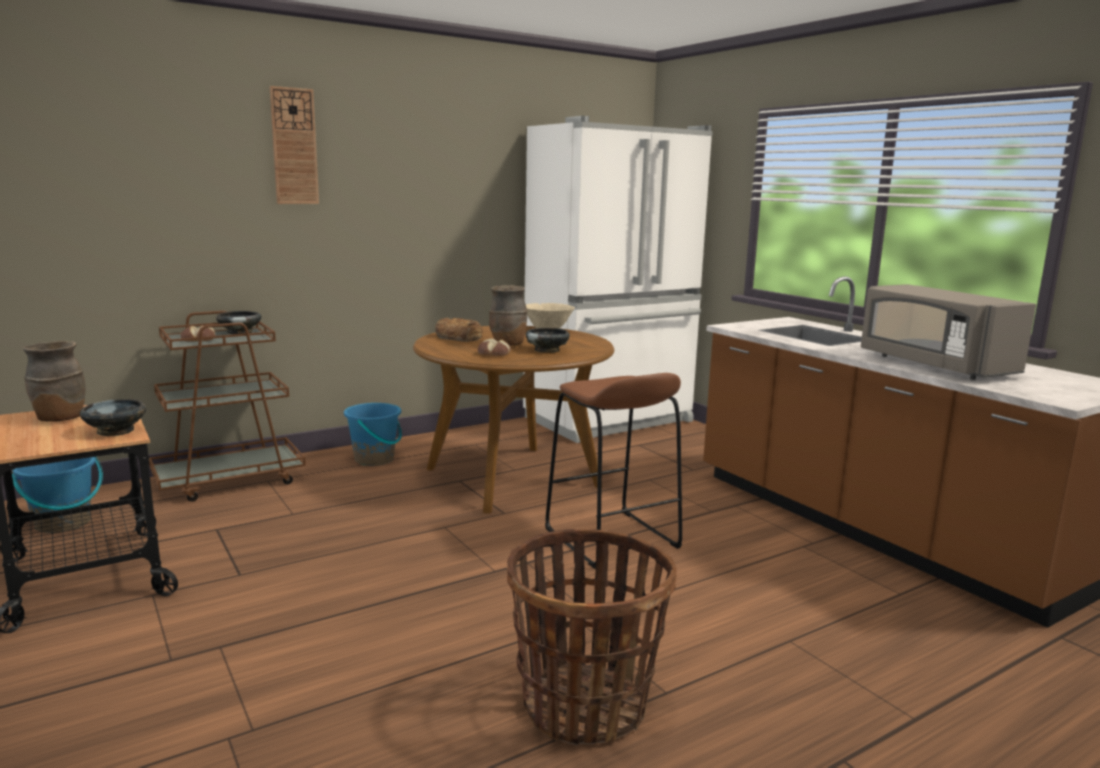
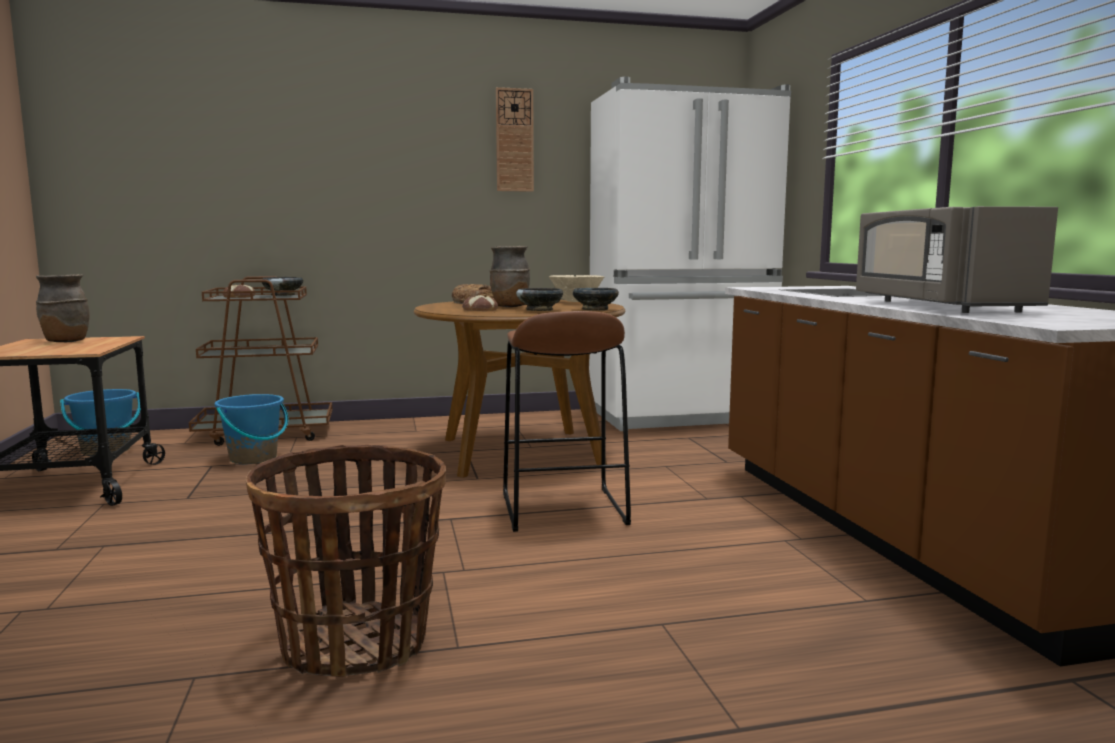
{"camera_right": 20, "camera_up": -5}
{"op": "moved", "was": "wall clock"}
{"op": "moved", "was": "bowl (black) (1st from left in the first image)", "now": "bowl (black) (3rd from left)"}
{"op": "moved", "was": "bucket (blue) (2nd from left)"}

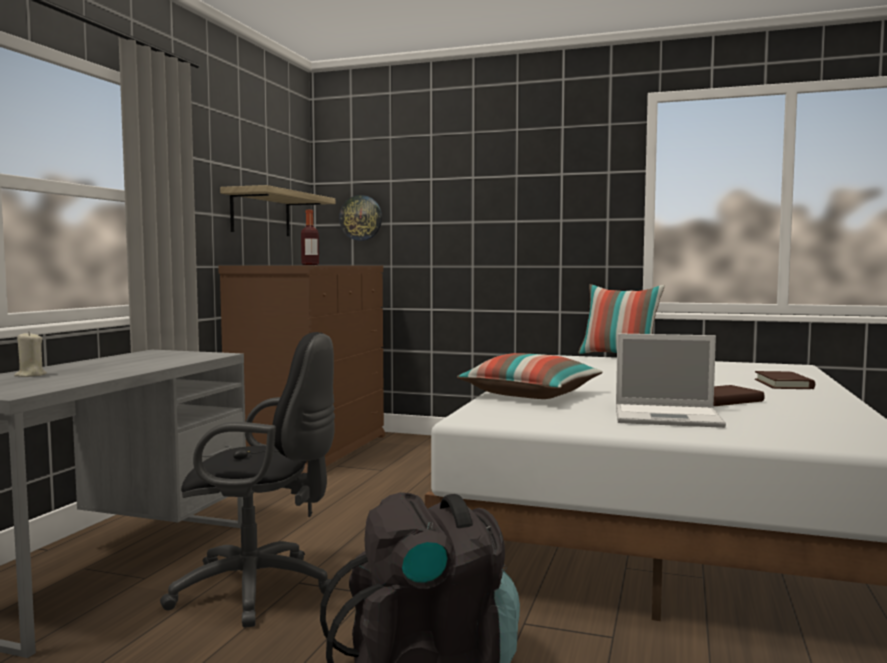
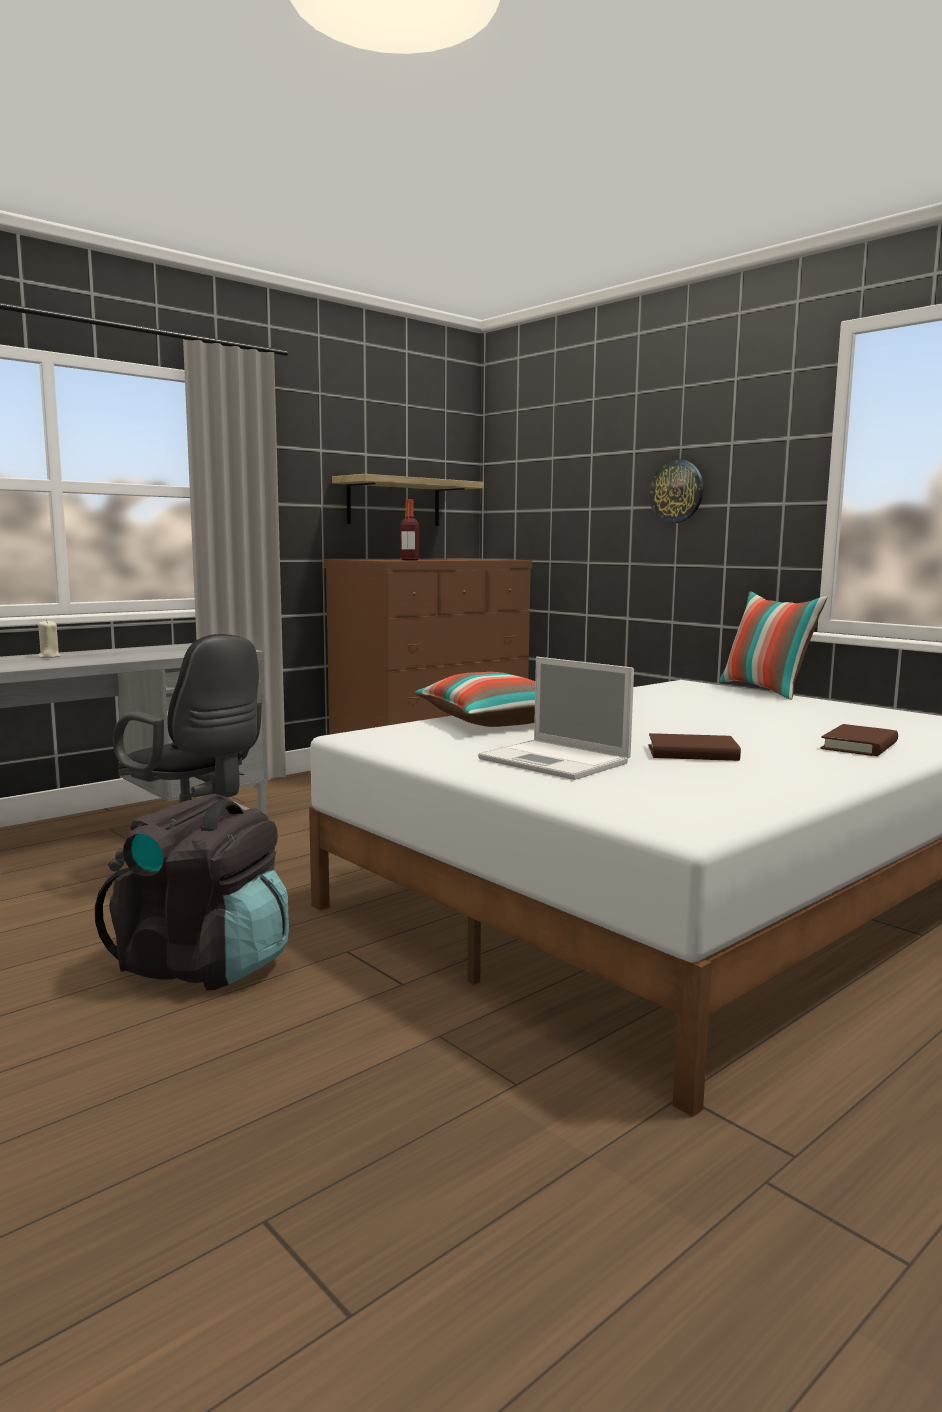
{"camera_right": 30, "camera_up": 5}
{"op": "moved", "was": "wall clock"}

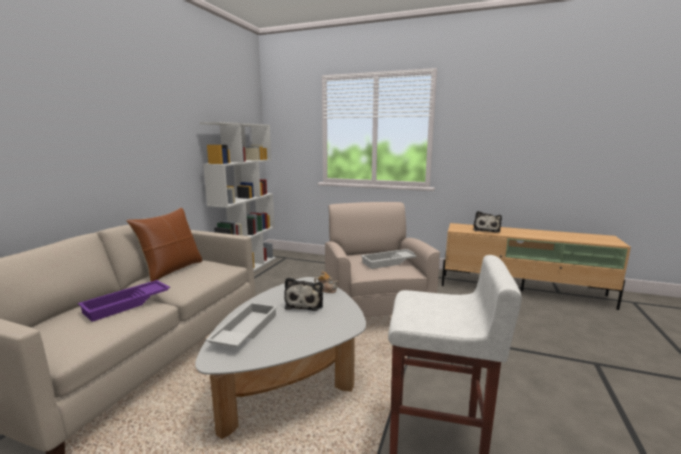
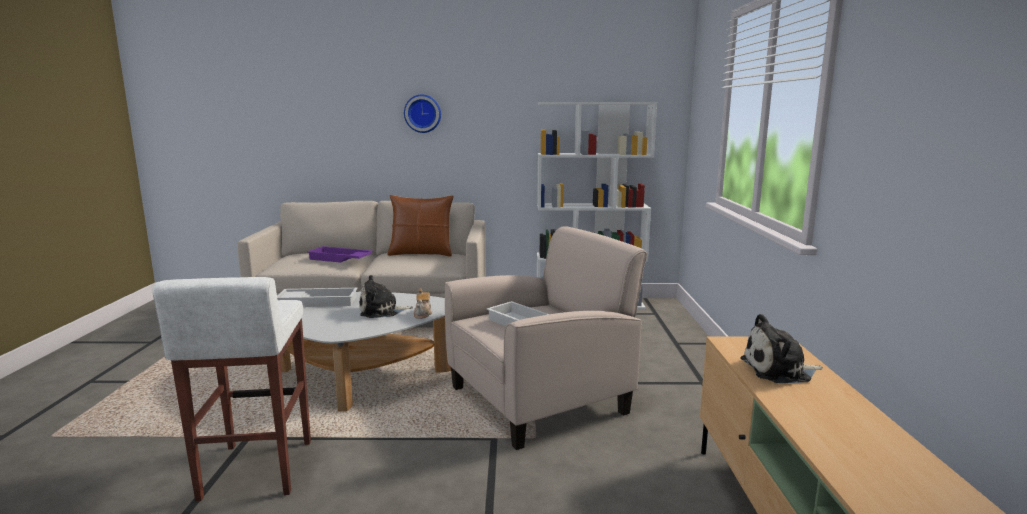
{"camera_right": 70, "camera_up": 0}
{"op": "added", "now": "wall clock"}

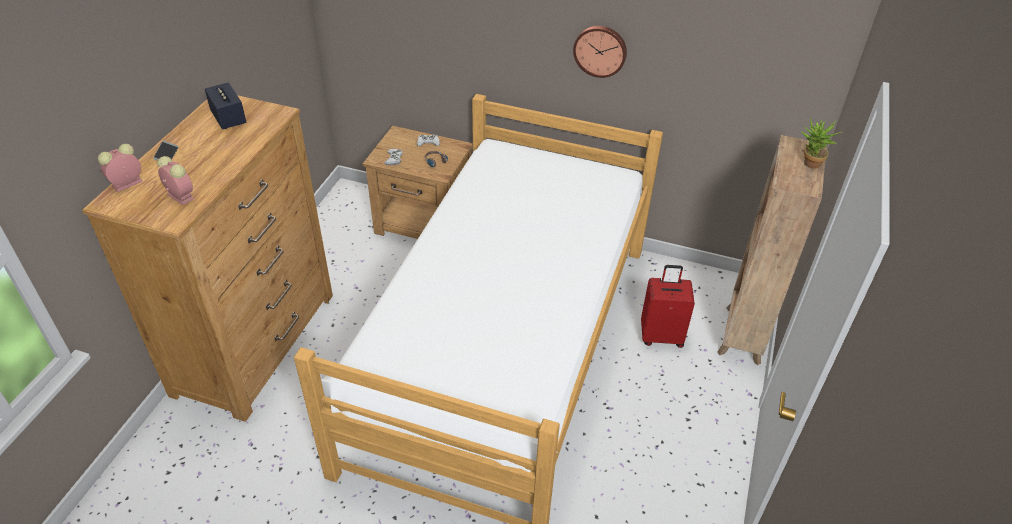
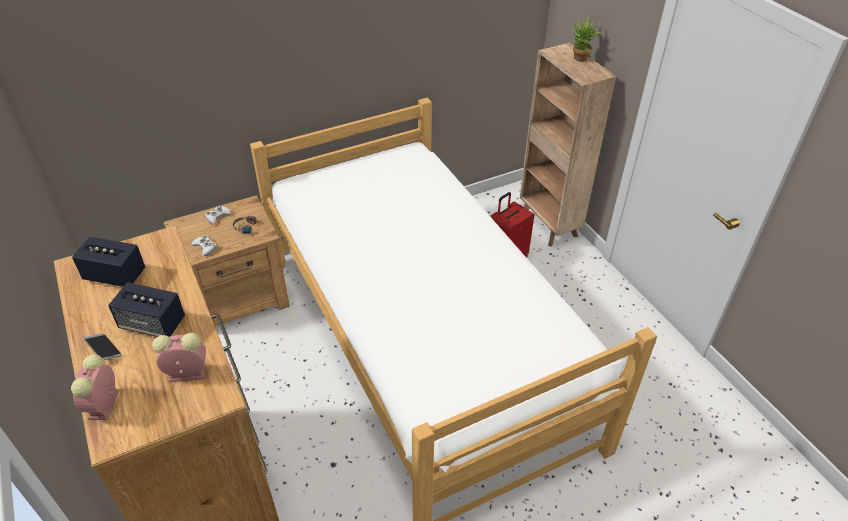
{"camera_right": -45, "camera_up": 0}
{"op": "removed", "was": "wall clock"}
{"op": "added", "now": "speaker (2nd from left)"}

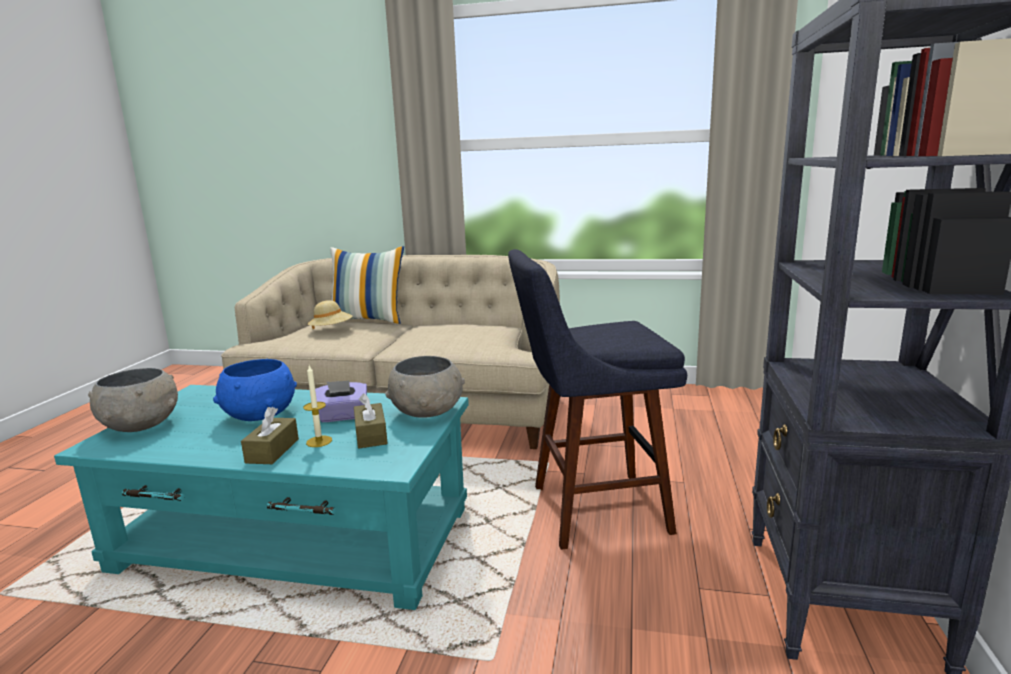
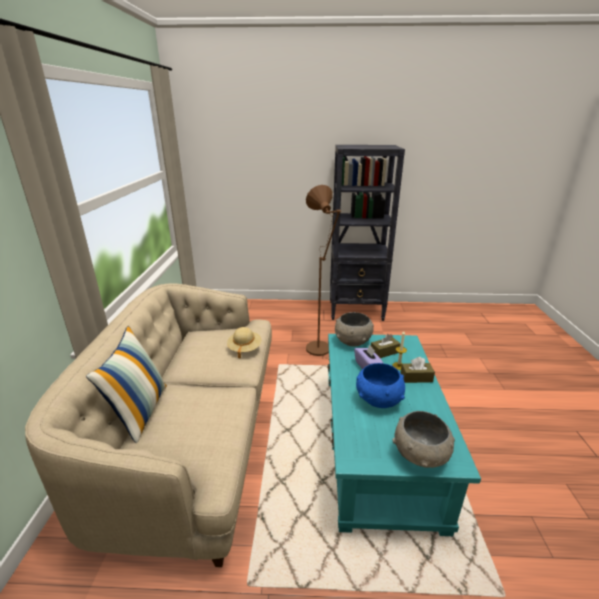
{"camera_right": -100, "camera_up": 10}
{"op": "replaced", "was": "stool (blue)", "now": "floor lamp (brown)"}
{"op": "moved", "was": "hat (beige)"}

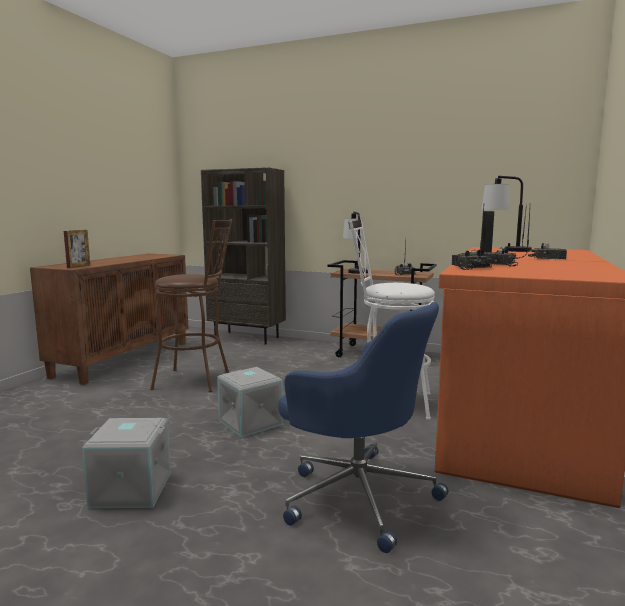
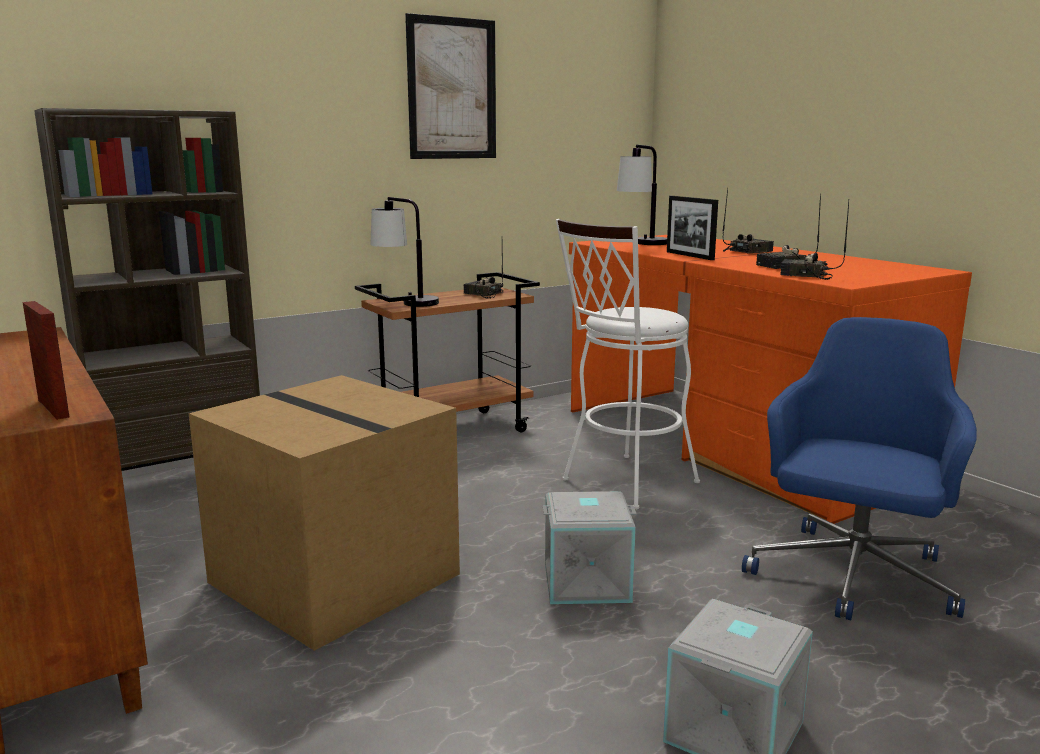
{"camera_right": -55, "camera_up": 5}
{"op": "replaced", "was": "stool (brown)", "now": "cardboard box"}
{"op": "turned", "was": "office chair (blue)", "clockwise": -45}
{"op": "added", "now": "picture"}

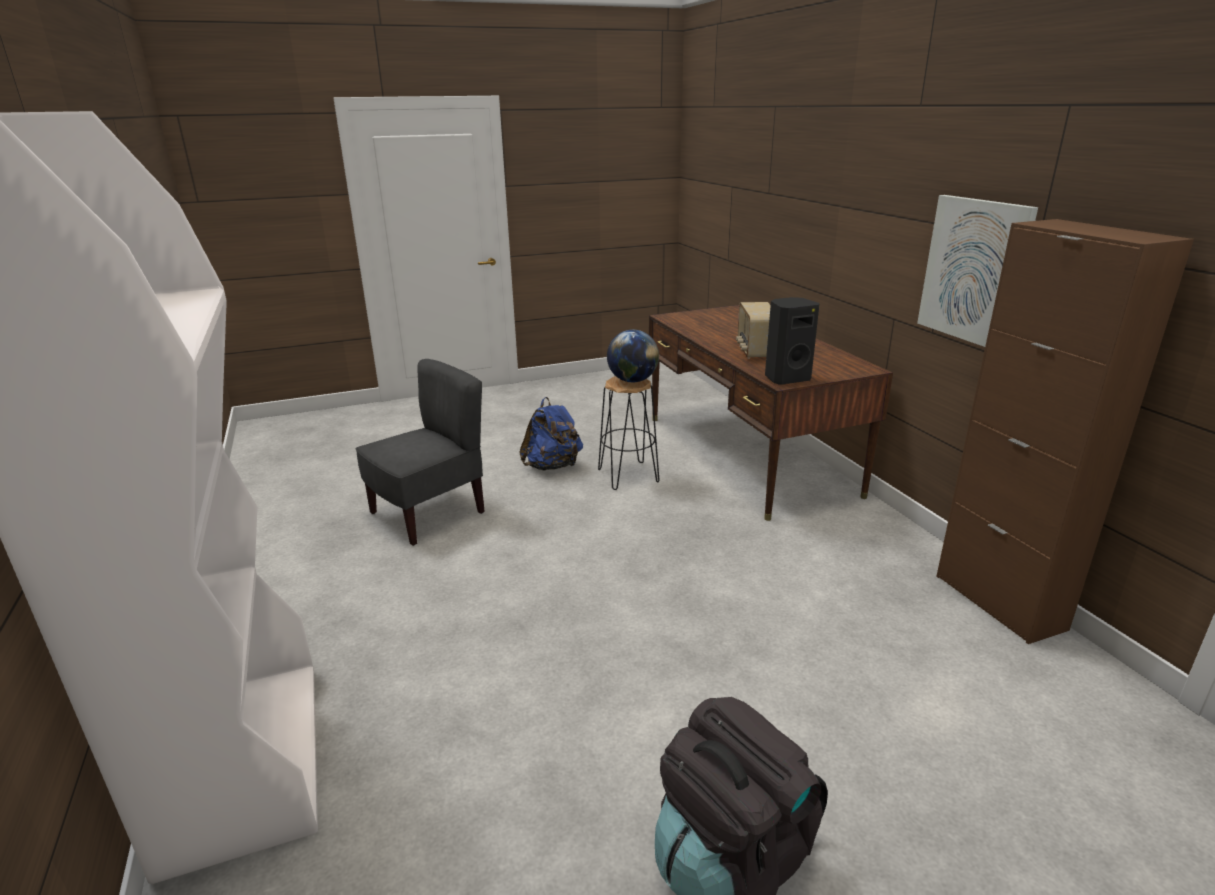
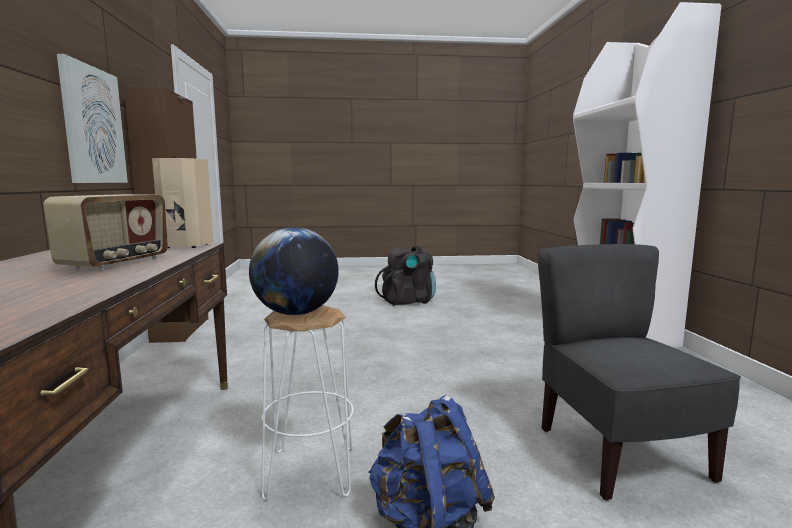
{"camera_right": -165, "camera_up": -15}
{"op": "recoloured", "was": "speaker (black)", "now": "speaker (beige)"}
{"op": "turned", "was": "chair (grey)", "clockwise": 105}
{"op": "recoloured", "was": "stool (black)", "now": "stool (white)"}

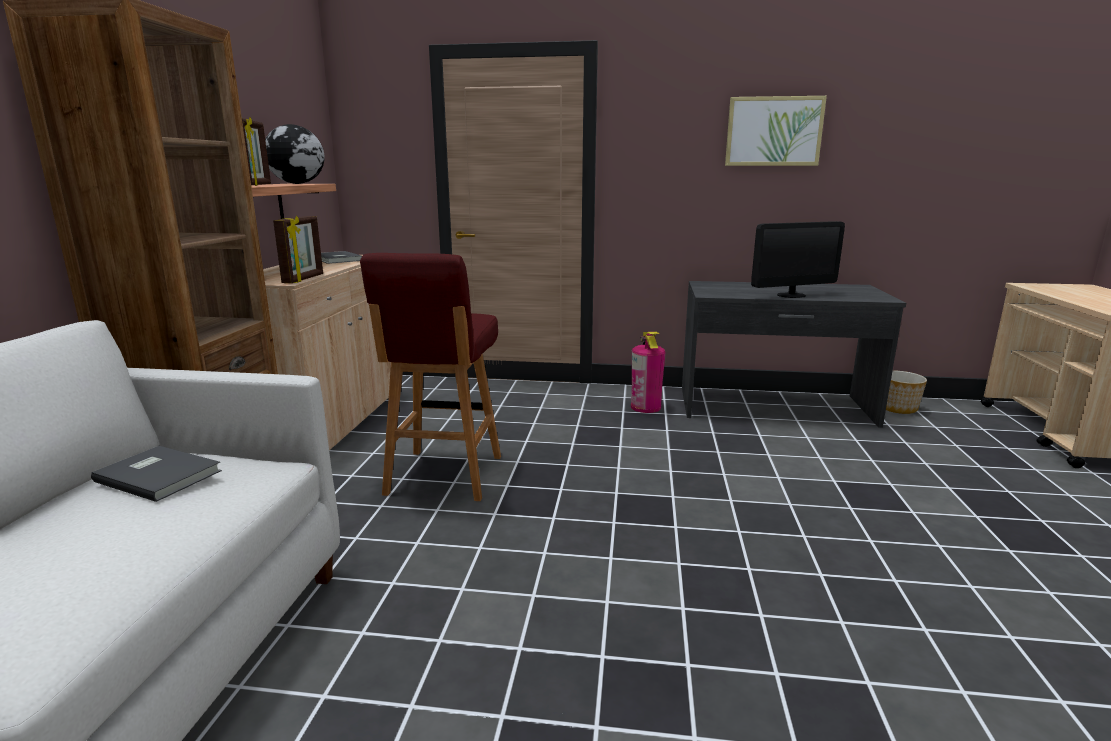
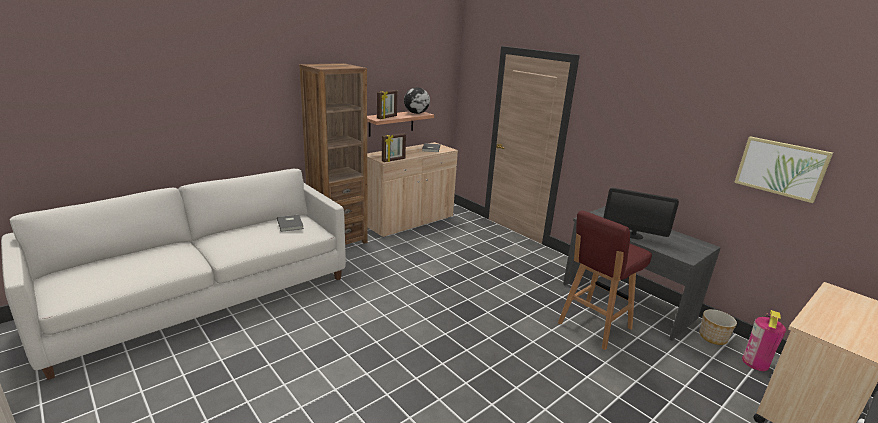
{"camera_right": 40, "camera_up": 5}
{"op": "moved", "was": "picture"}
{"op": "moved", "was": "stool (red)"}
{"op": "moved", "was": "fire extinguisher"}

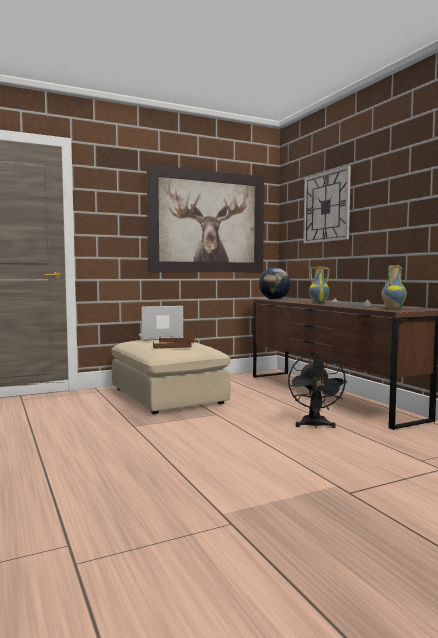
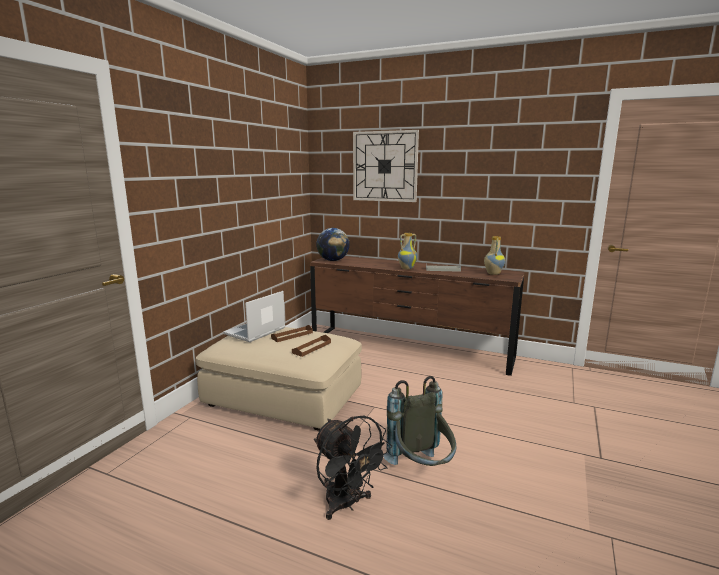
{"camera_right": -40, "camera_up": 10}
{"op": "removed", "was": "picture"}
{"op": "moved", "was": "fan (black)"}
{"op": "added", "now": "backpack (grey)"}

